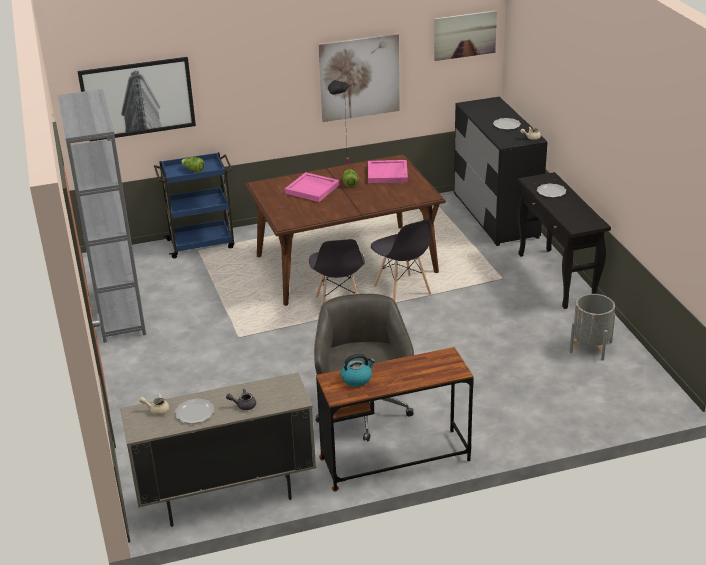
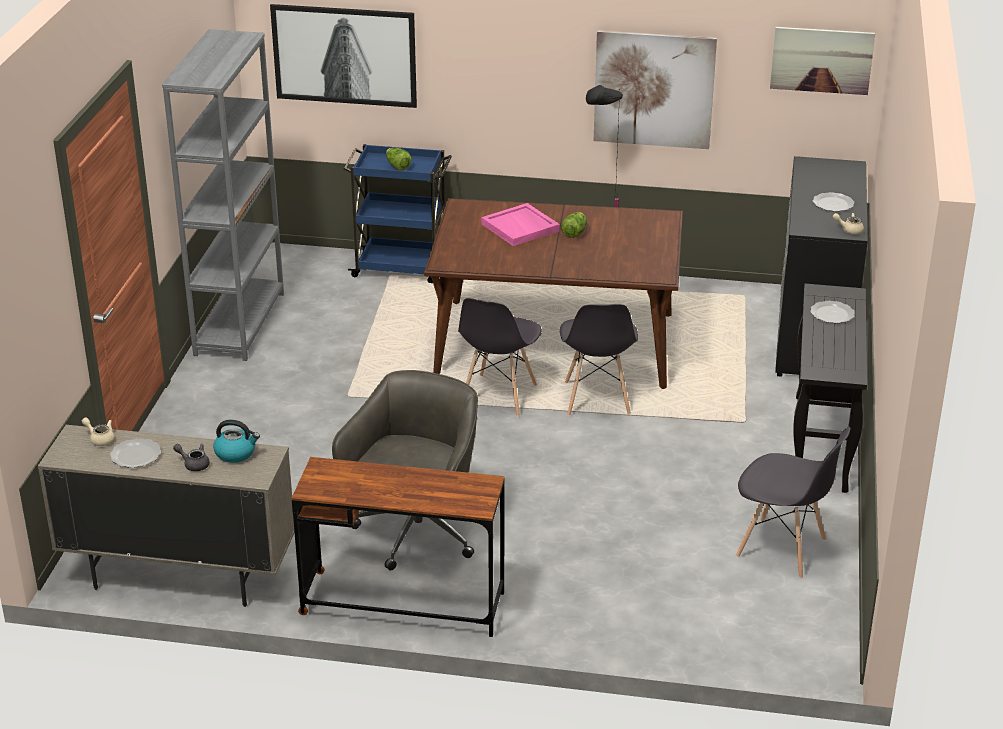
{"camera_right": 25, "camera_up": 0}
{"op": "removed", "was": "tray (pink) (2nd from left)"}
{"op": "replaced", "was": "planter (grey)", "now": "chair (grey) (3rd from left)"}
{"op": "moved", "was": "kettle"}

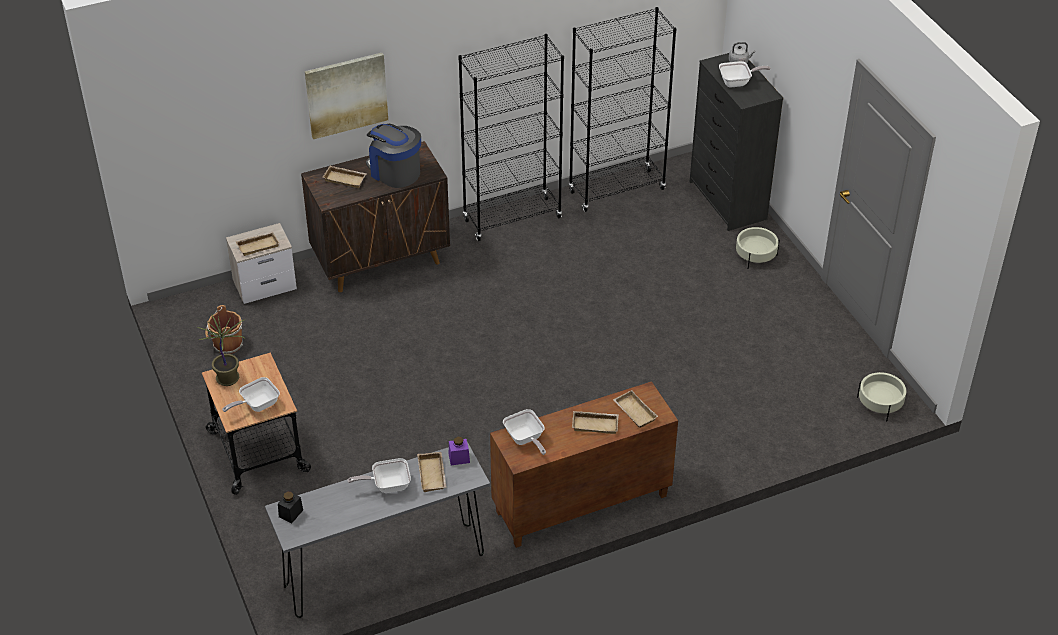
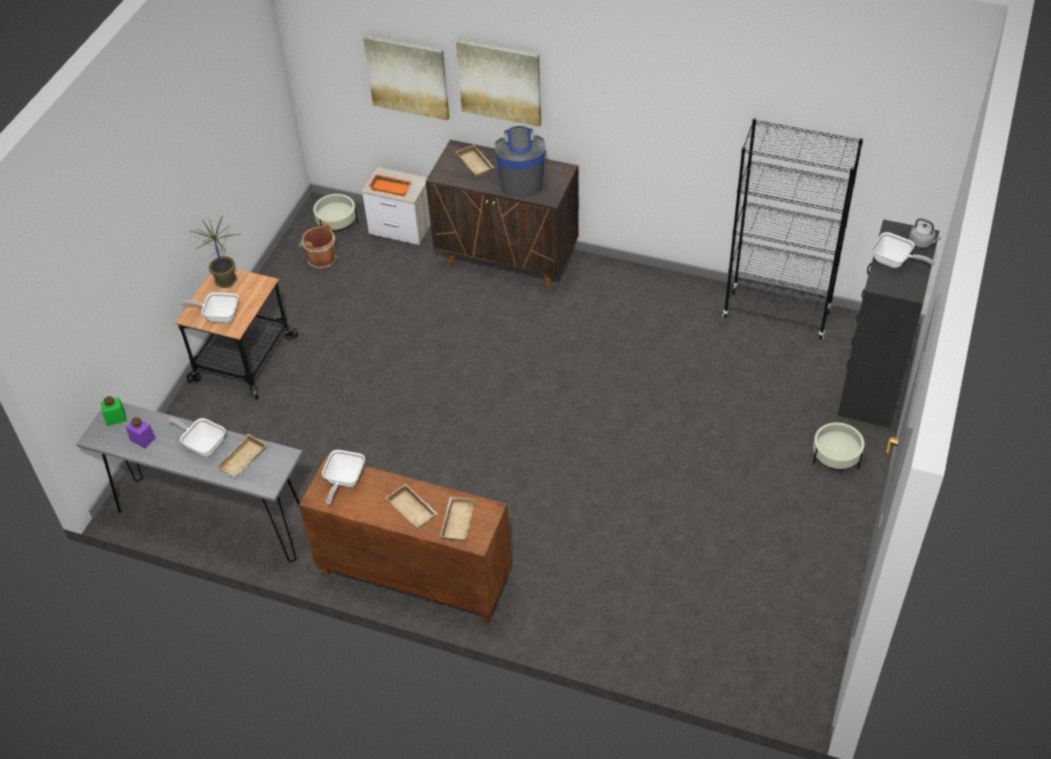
{"camera_right": 45, "camera_up": 5}
{"op": "removed", "was": "bookcase (black) (1st from left)"}
{"op": "recoloured", "was": "tray (beige) (1st from left)", "now": "tray (orange)"}
{"op": "moved", "was": "planter (beige) (2nd from left in the first image)", "now": "planter (beige) (1st from left)"}
{"op": "moved", "was": "jar (purple)"}
{"op": "recoloured", "was": "jar (black)", "now": "jar (green)"}
{"op": "added", "now": "picture (1st from left)"}

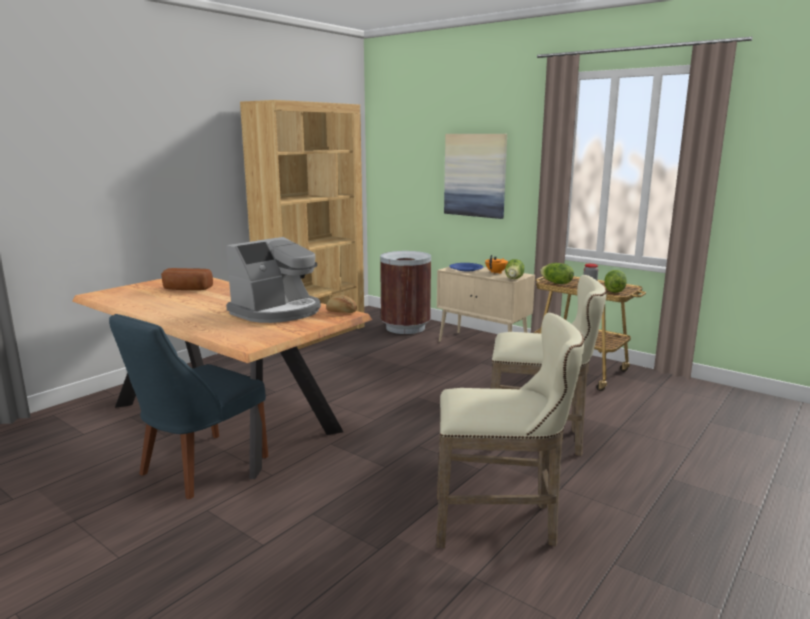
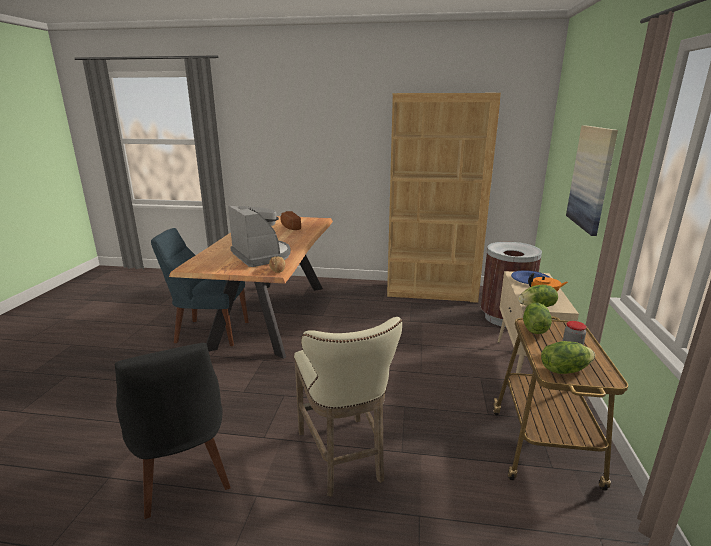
{"camera_right": 60, "camera_up": 5}
{"op": "turned", "was": "coffee machine", "clockwise": -135}
{"op": "replaced", "was": "stool (beige) (1st from left)", "now": "chair (black)"}

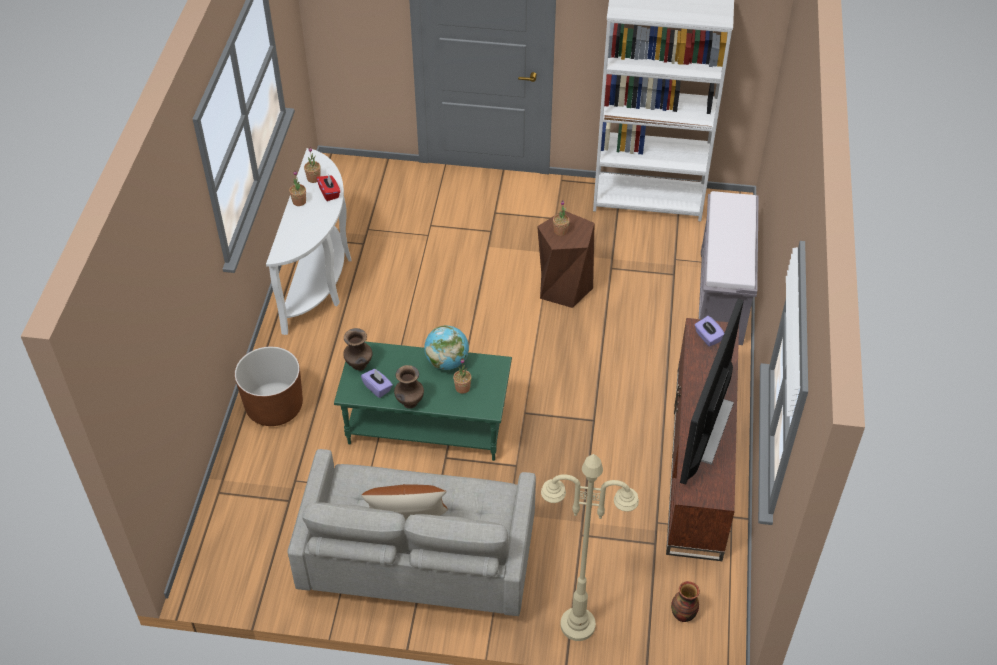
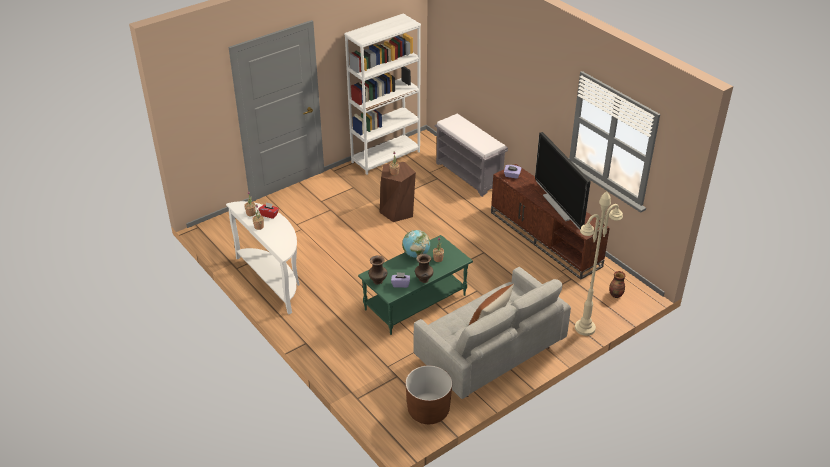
{"camera_right": -45, "camera_up": -10}
{"op": "moved", "was": "planter (brown)"}

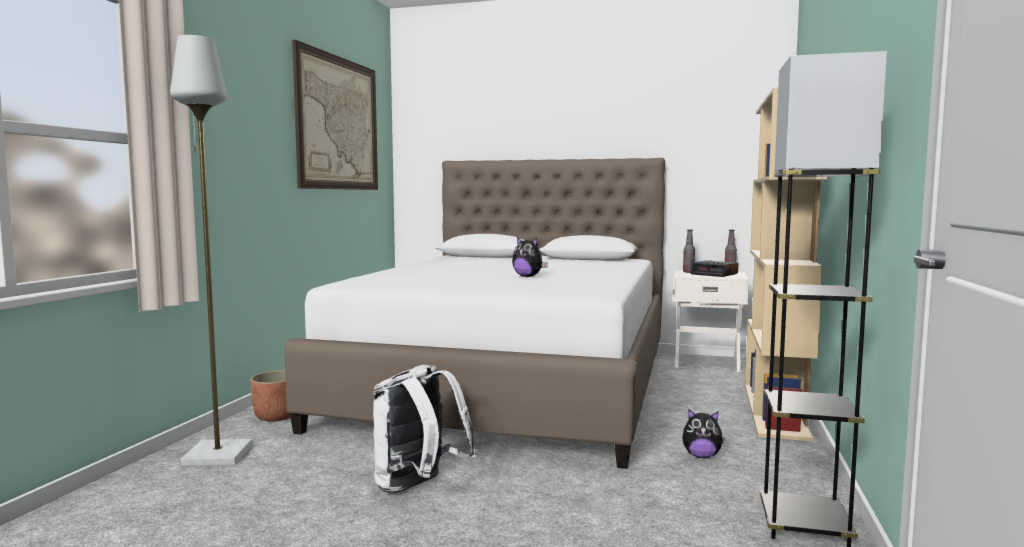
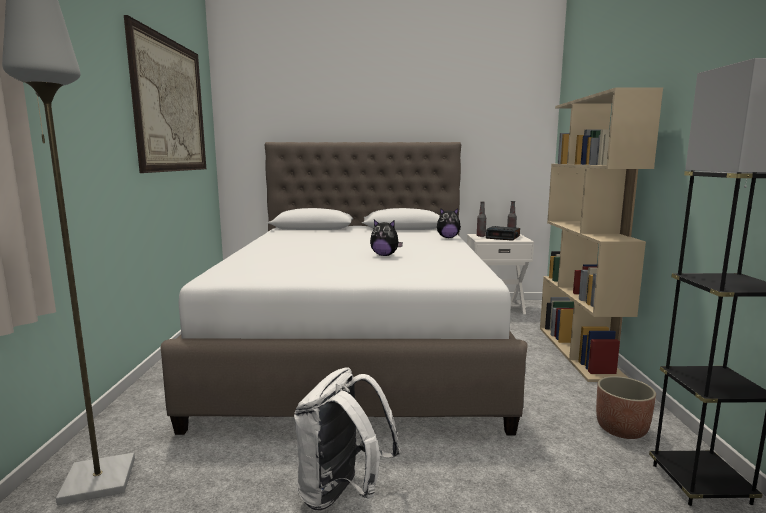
{"camera_right": -15, "camera_up": 5}
{"op": "moved", "was": "planter"}
{"op": "moved", "was": "plush toy (2nd from left)"}

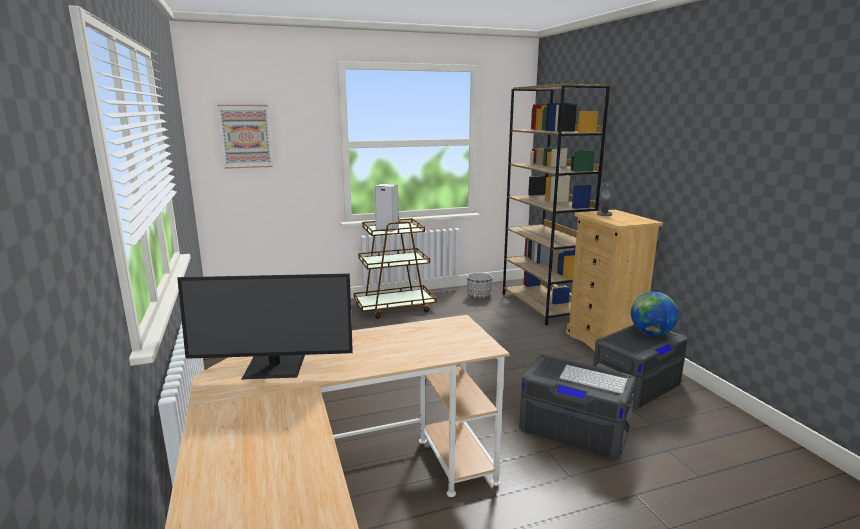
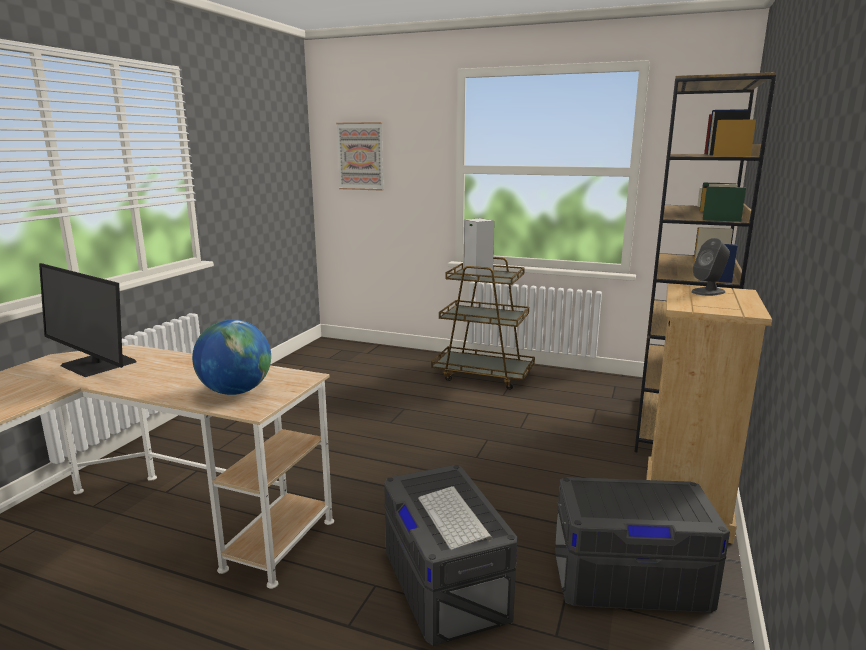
{"camera_right": 40, "camera_up": 0}
{"op": "removed", "was": "planter"}
{"op": "moved", "was": "globe"}

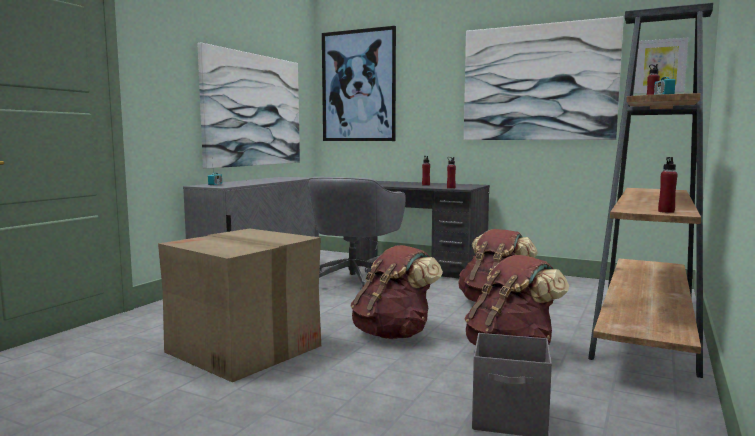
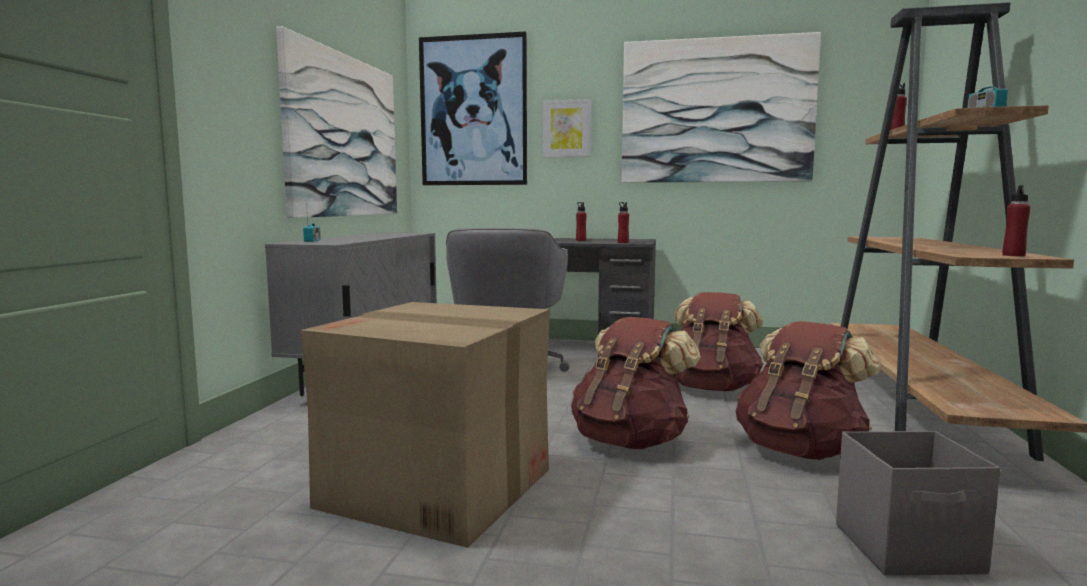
{"camera_right": -15, "camera_up": 0}
{"op": "moved", "was": "picture (4th from left in the first image)", "now": "picture (3rd from left)"}

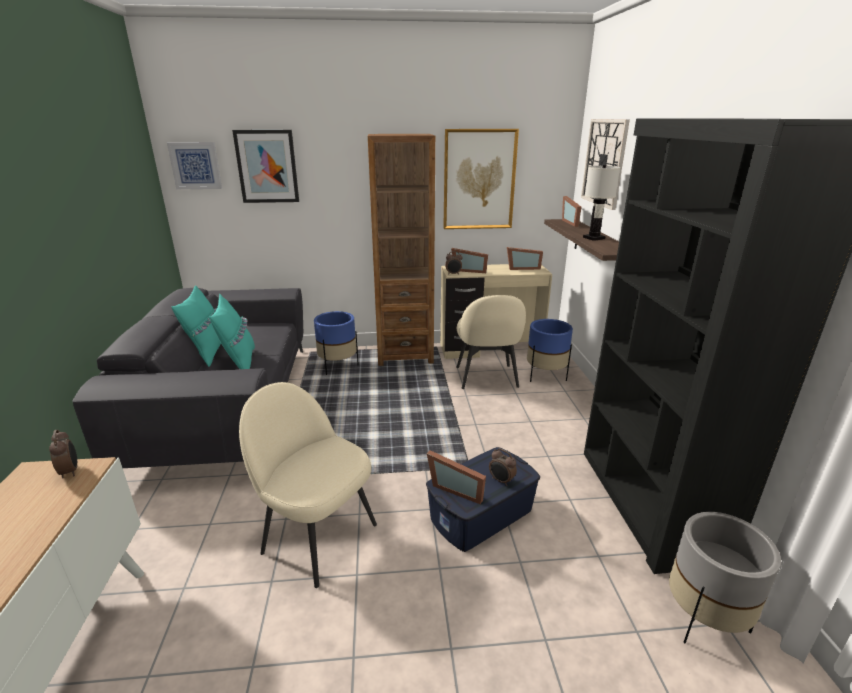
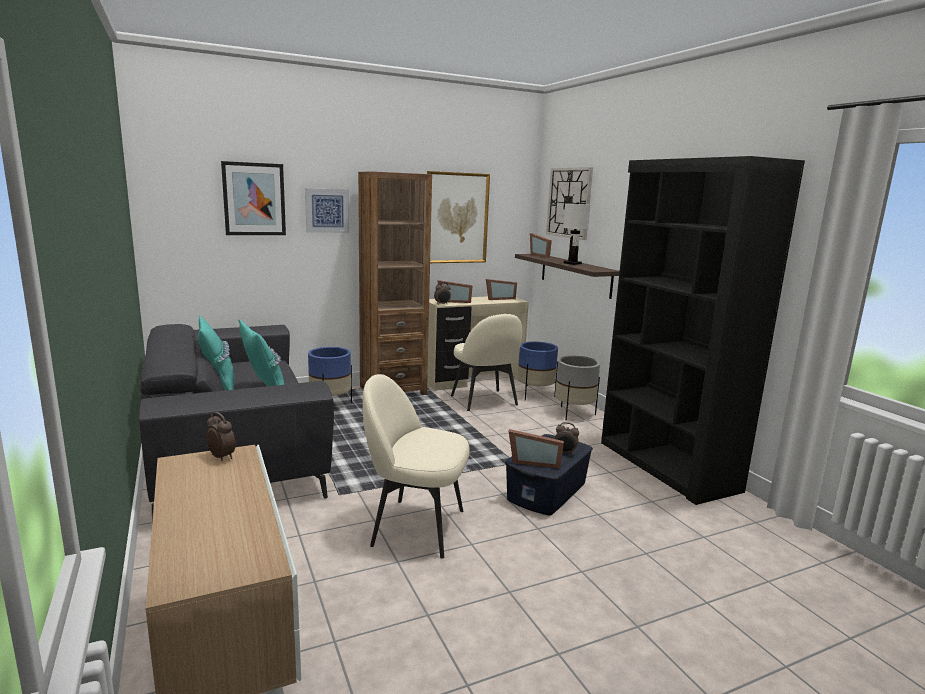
{"camera_right": -20, "camera_up": -10}
{"op": "moved", "was": "picture (1st from left in the first image)", "now": "picture (2nd from left)"}
{"op": "moved", "was": "planter (grey)"}

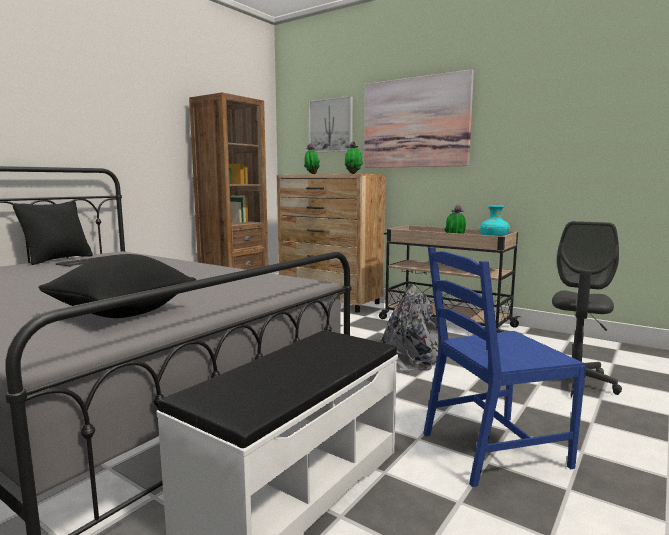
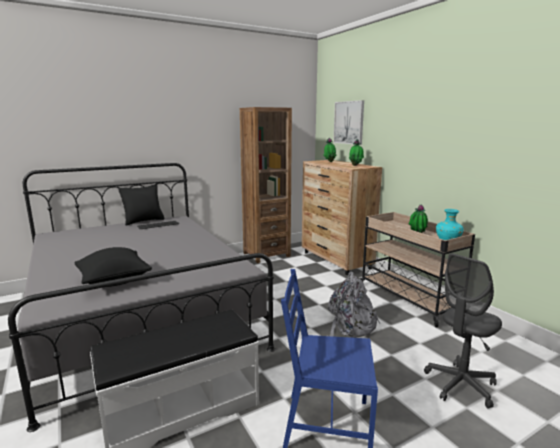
{"camera_right": 25, "camera_up": 5}
{"op": "removed", "was": "picture (2nd from left)"}

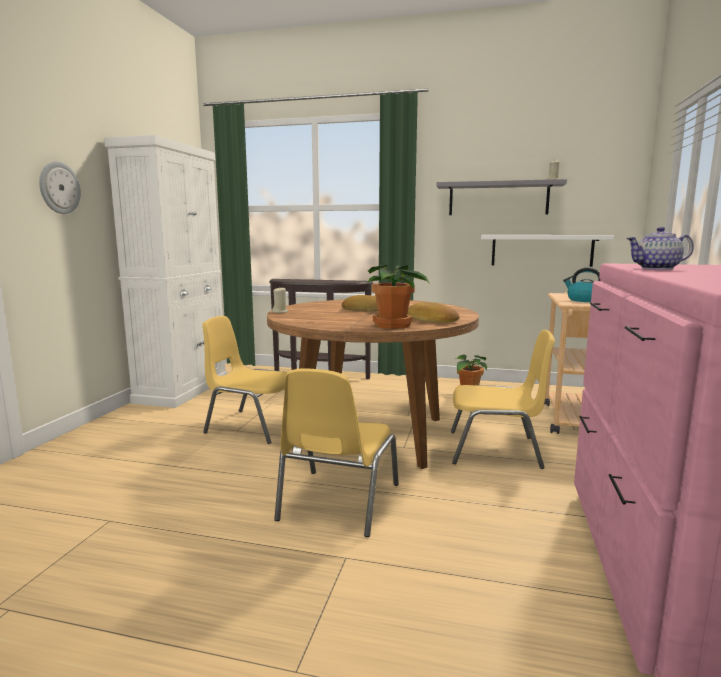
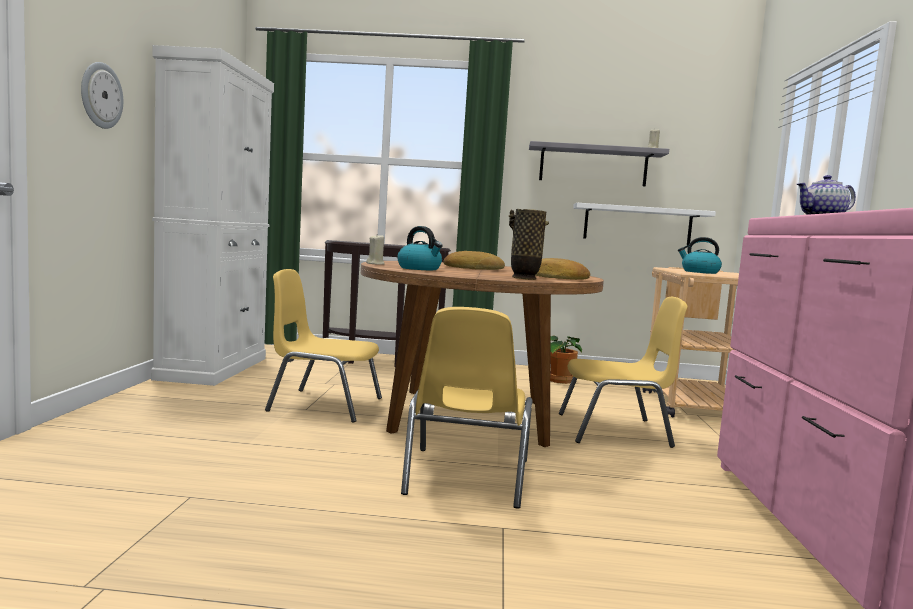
{"camera_right": -10, "camera_up": -5}
{"op": "replaced", "was": "potted plant (1st from left)", "now": "vase"}
{"op": "added", "now": "kettle (1st from left)"}

